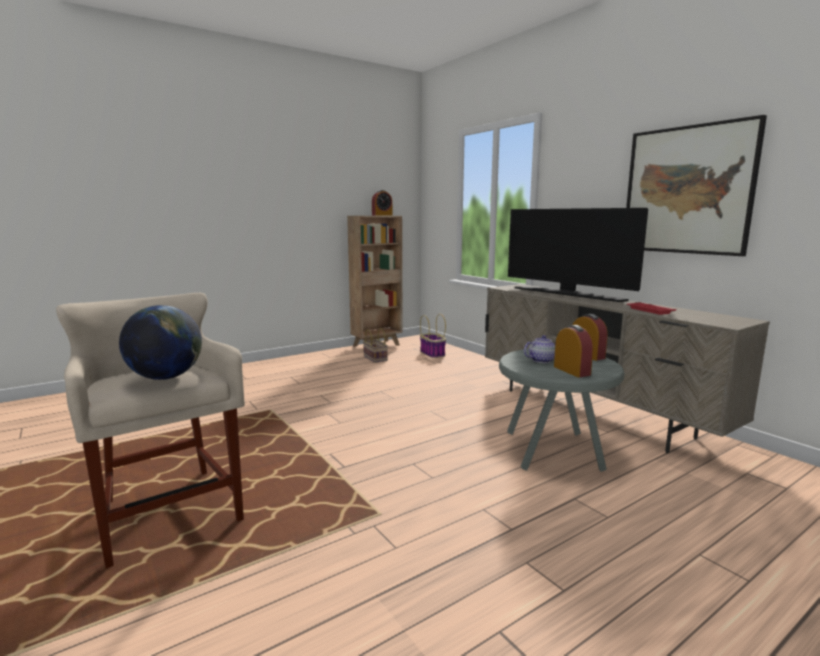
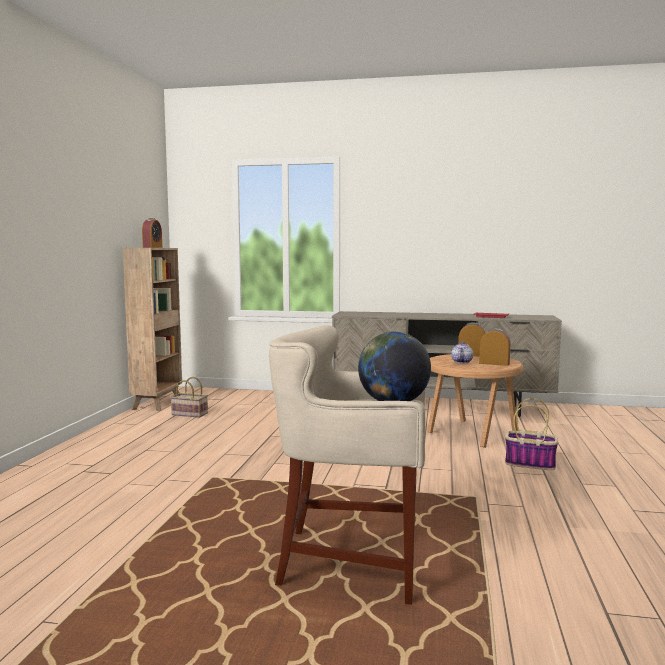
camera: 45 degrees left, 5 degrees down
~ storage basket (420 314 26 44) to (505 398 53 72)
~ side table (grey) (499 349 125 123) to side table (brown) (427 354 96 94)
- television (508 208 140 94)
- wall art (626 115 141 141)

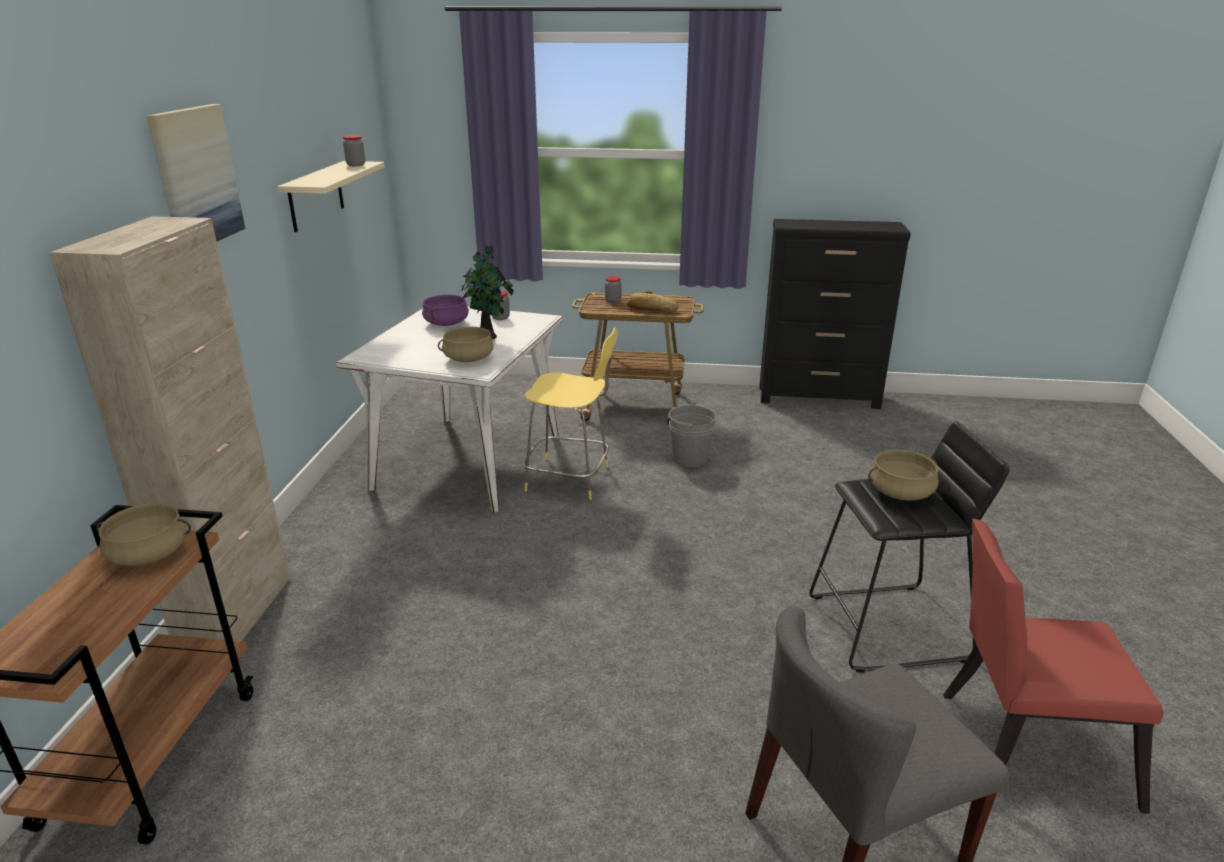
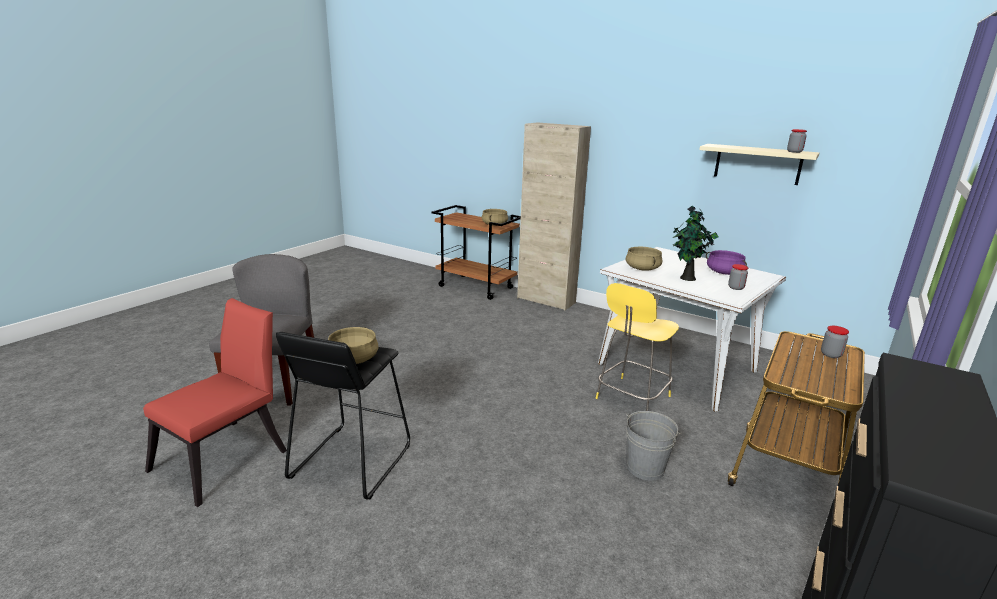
camera: 115 degrees right, 5 degrees down
- wall art (146 104 99 137)
- baked bread (627 291 51 22)

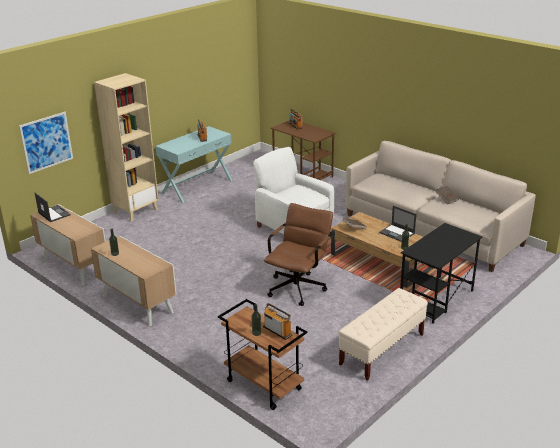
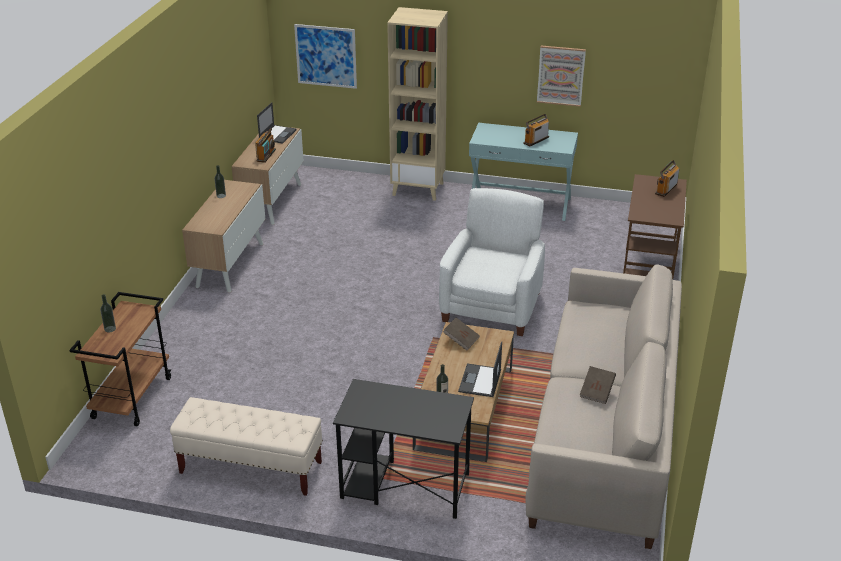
camera: 60 degrees right, 5 degrees up
~ radio receiver (263 303 30 37) to (255 128 21 35)
- computer chair (brown) (264 203 69 103)
+ wall art (537 46 49 61)

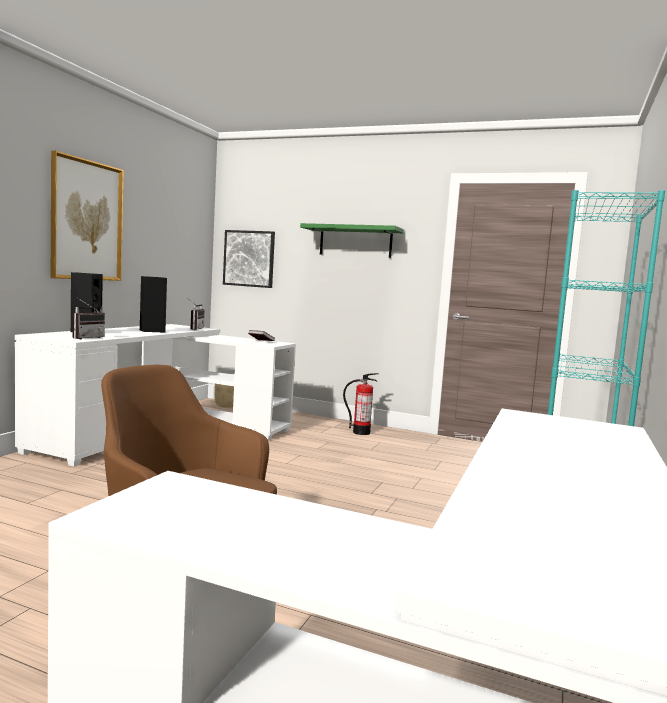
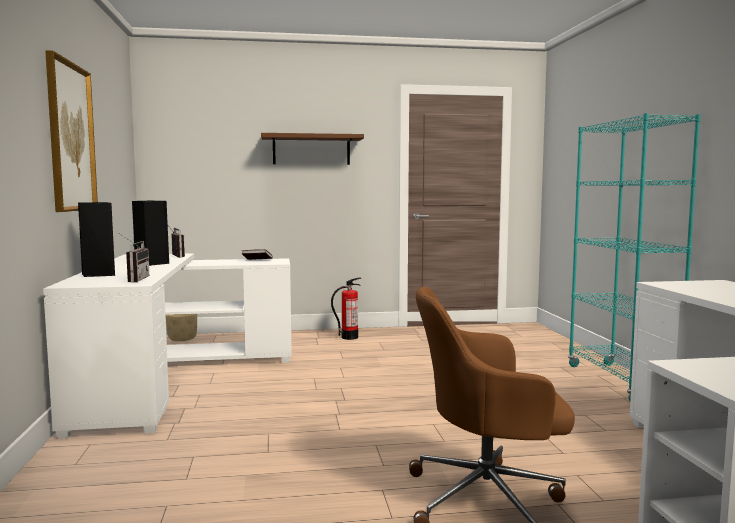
camera: 30 degrees left, 0 degrees up
- wall art (223 230 52 58)
~ wall shelf (greenish) (300 223 104 35) to wall shelf (brown) (261 133 103 32)

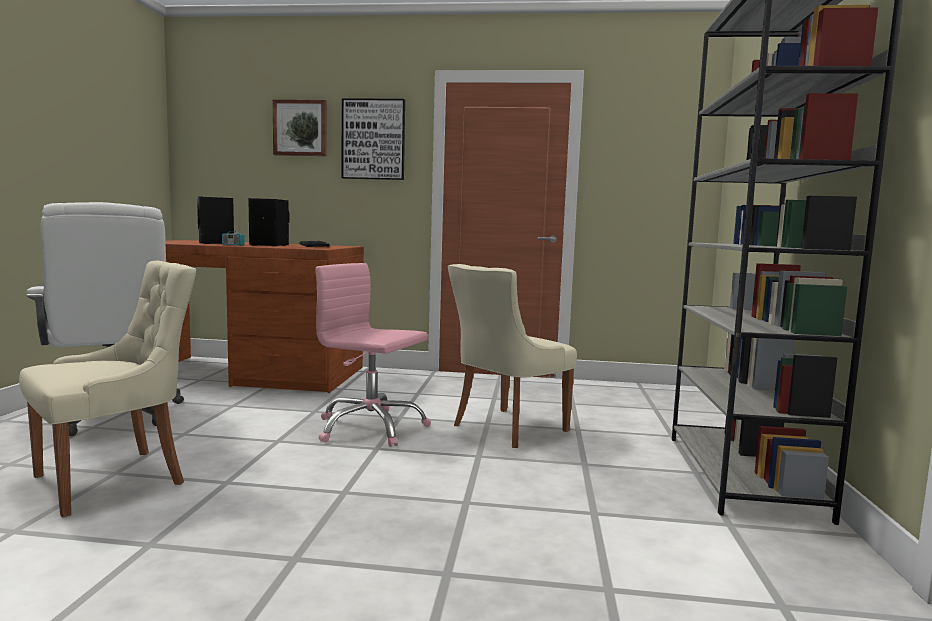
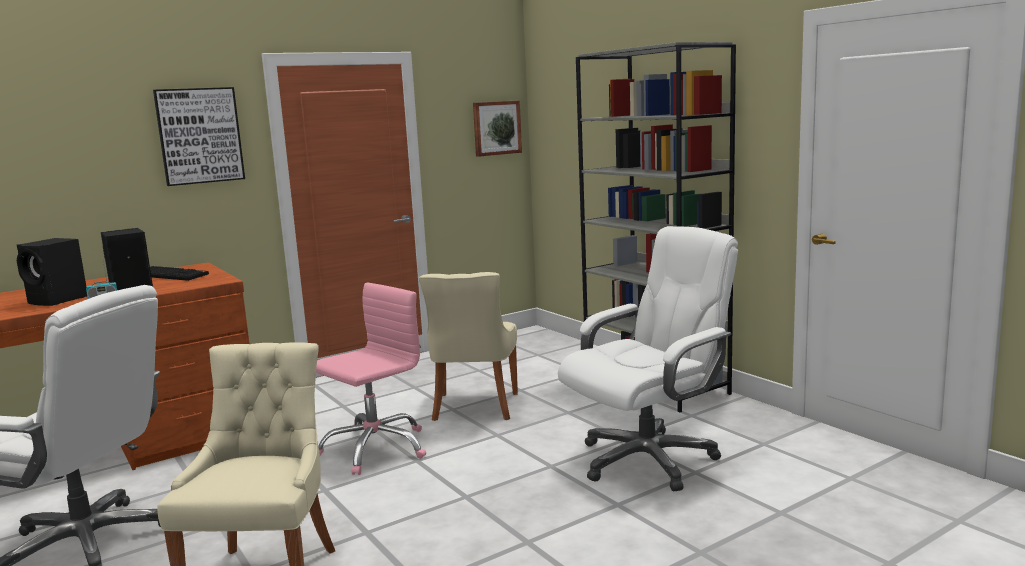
camera: 40 degrees left, 5 degrees up
~ wall art (273 99 54 57) to (473 100 49 57)
~ computer chair (pink) (315 263 116 184) = (316 283 110 192) 150 degrees clockwise
+ computer chair (white) (558 226 180 265)

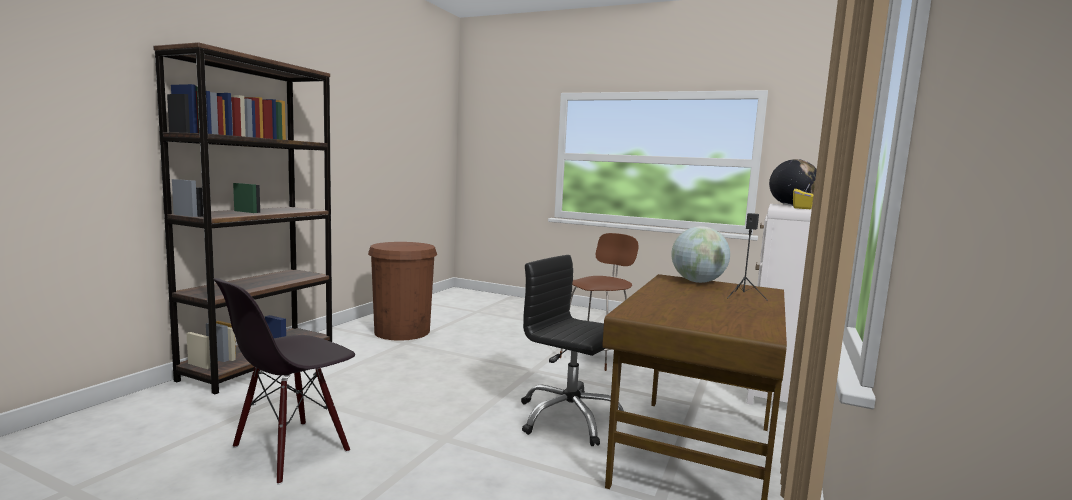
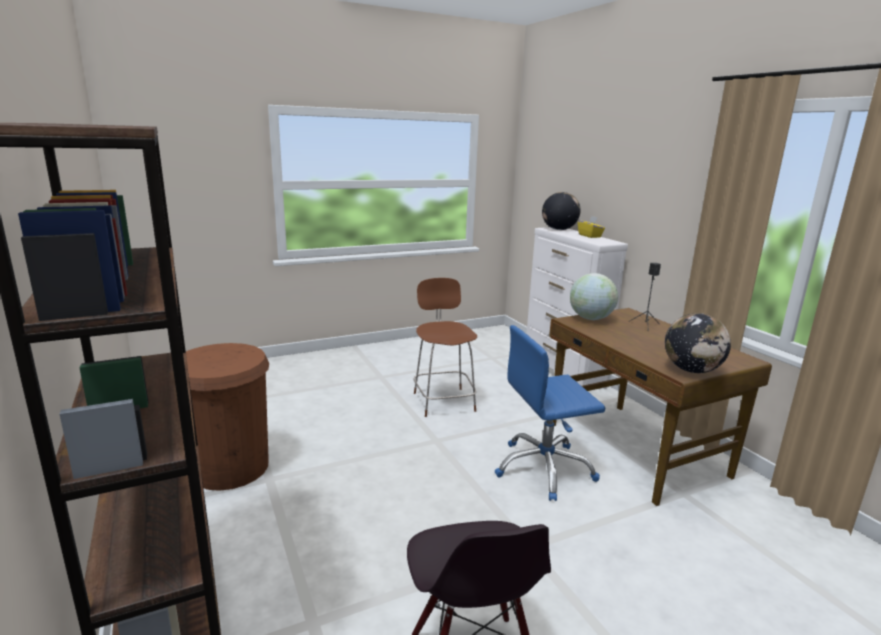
camera: 50 degrees left, 10 degrees up
~ computer chair (blackish) (521 255 103 191) to computer chair (bluish) (495 325 110 176)
+ globe (665 313 66 60)

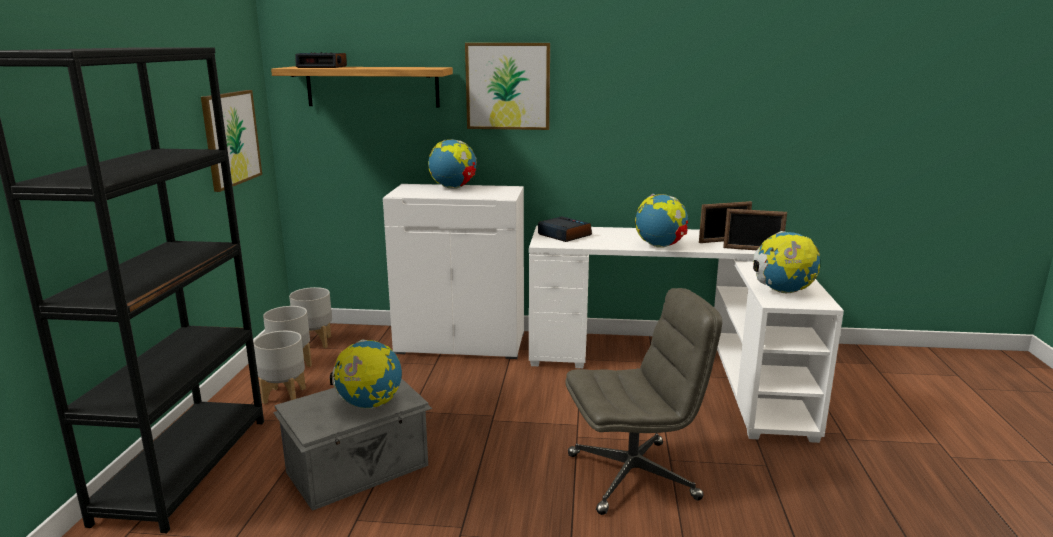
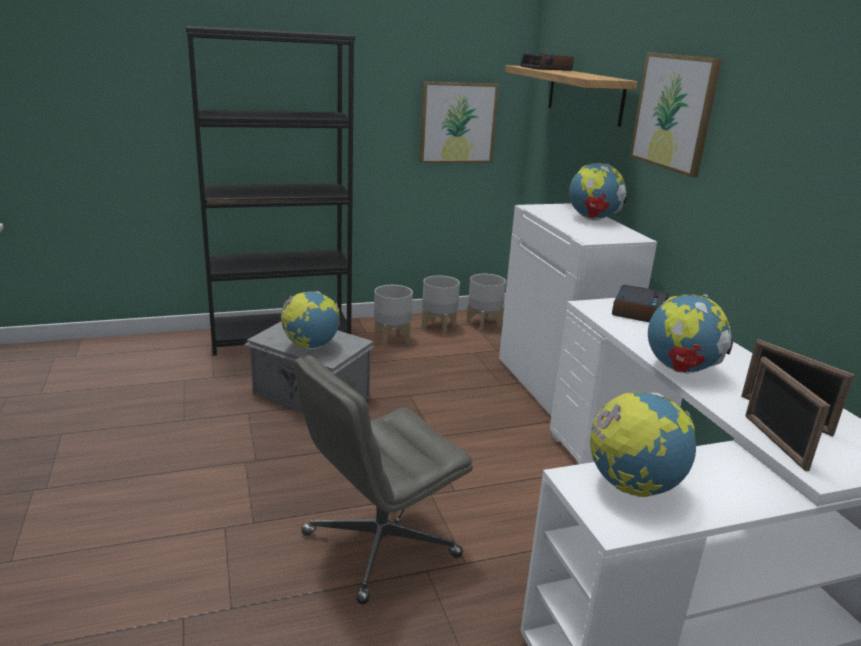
camera: 65 degrees right, 5 degrees up
~ computer chair (grey) (565 288 157 227) = (293 355 180 249) 90 degrees clockwise

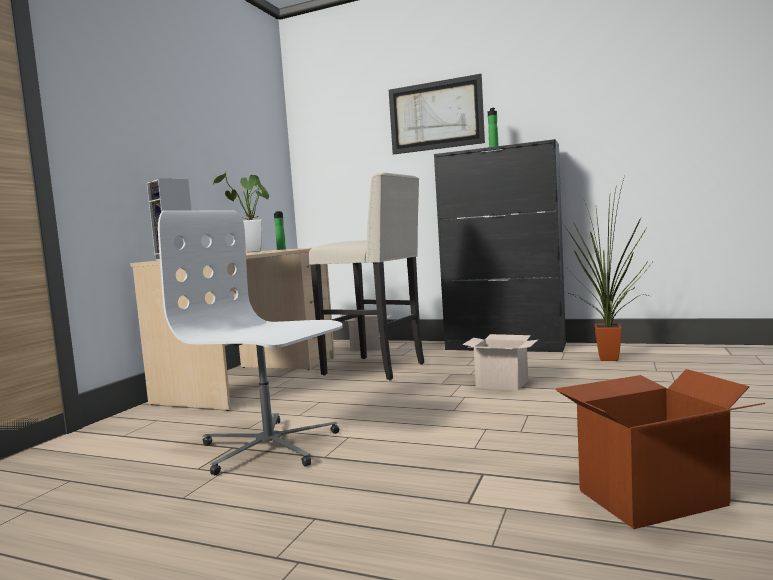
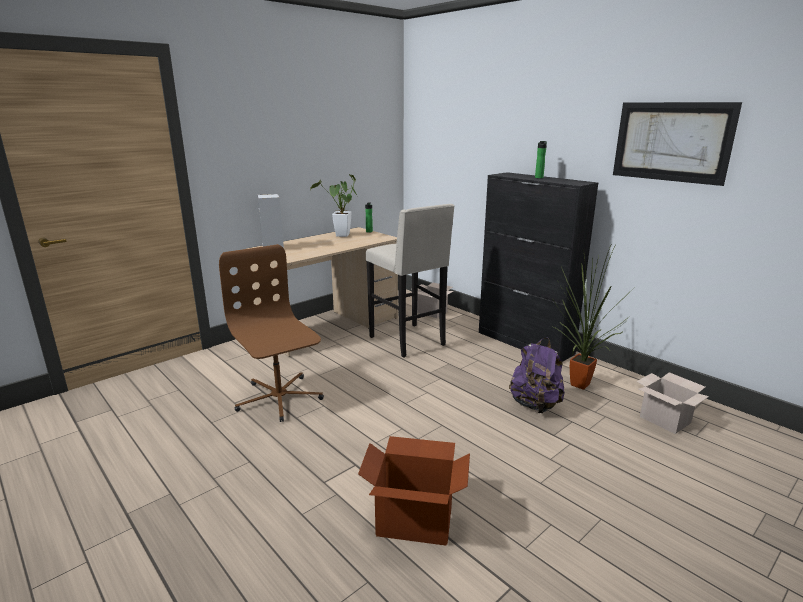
camera: 25 degrees right, 15 degrees up
~ computer chair (white) (158 210 185 265) to computer chair (brown) (219 244 105 178)
~ wall art (389 74 96 81) to (613 102 129 84)
~ cardboard box (462 334 76 57) to (636 372 73 62)
+ knapsack (purple-coloured) (509 337 56 76)

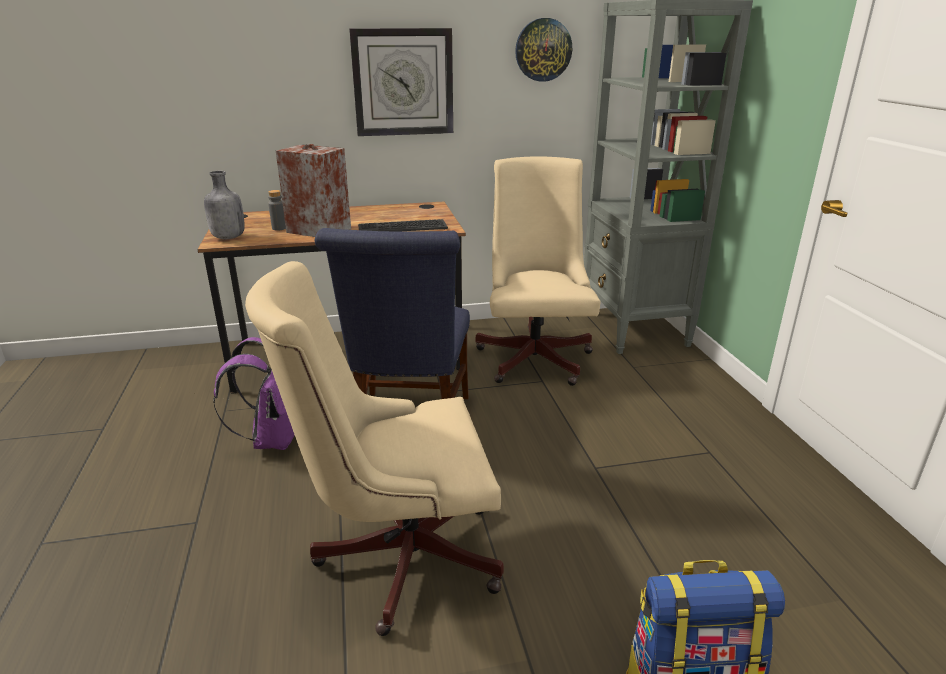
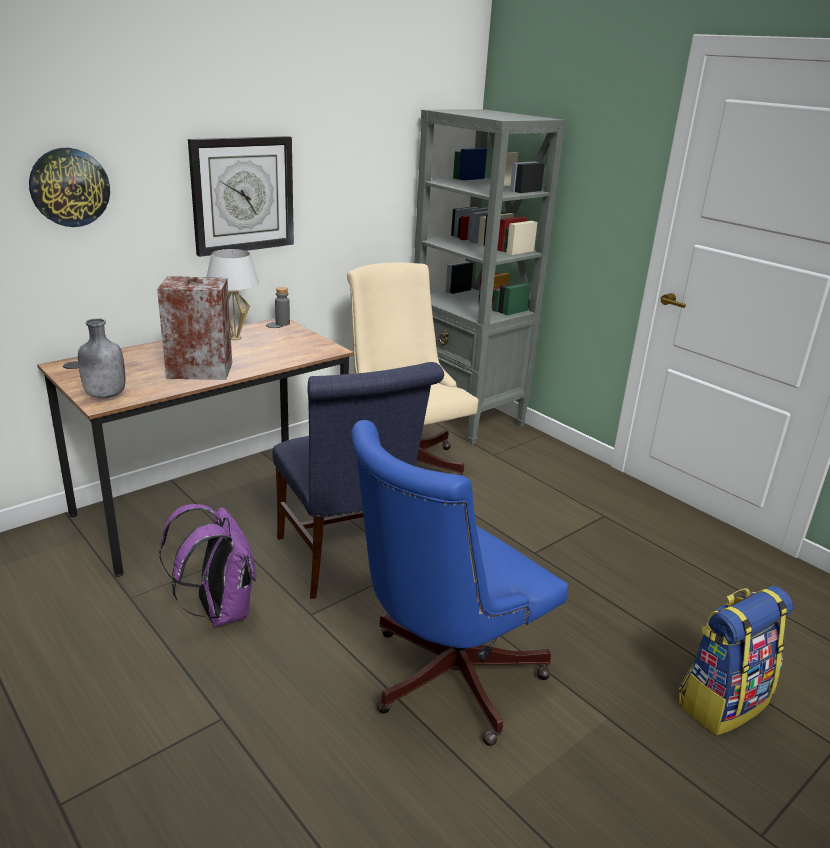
camera: 30 degrees left, 0 degrees up
~ computer chair (beige) (245 261 259 375) to computer chair (bluish) (351 420 217 326)
~ beverage bottle (grey) (268 190 18 41) to (275 287 15 39)
- computer keyboard (358 219 90 13)
~ wall clock (515 18 57 64) to (29 148 81 79)
+ tabletop lamp (white) (207 249 52 91)

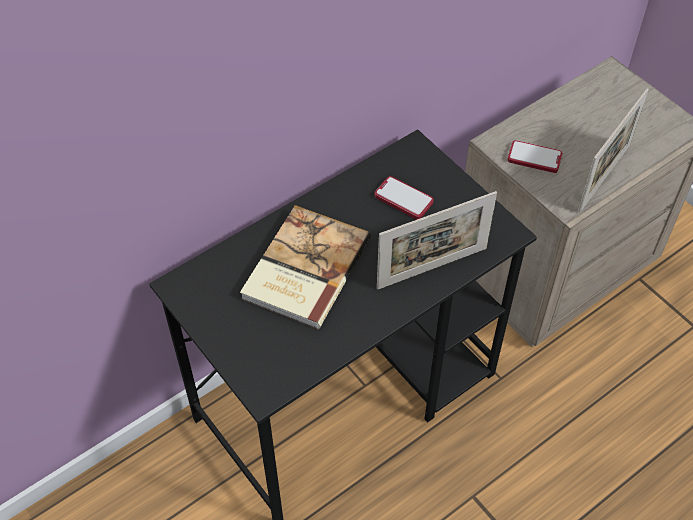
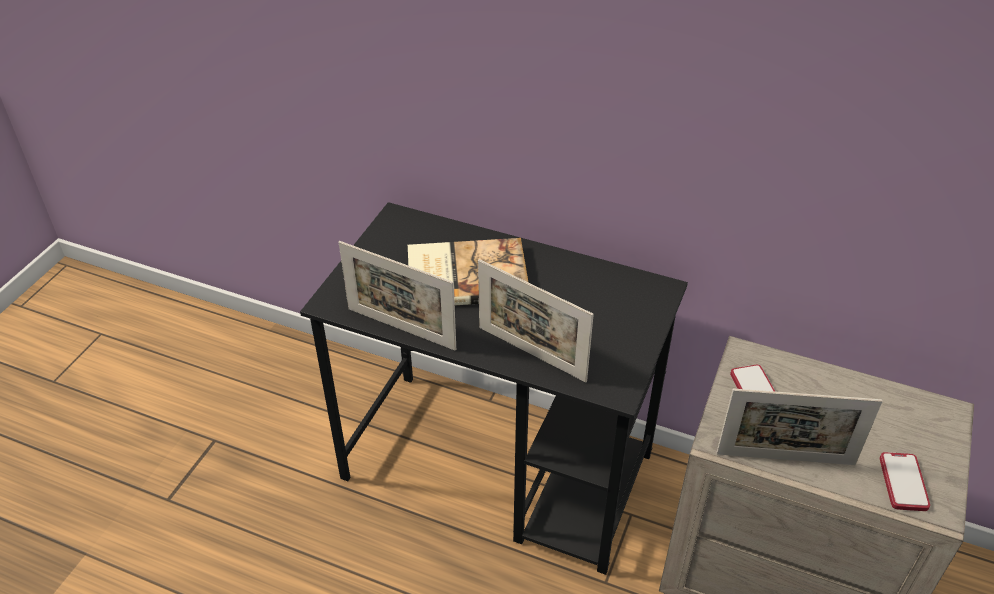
camera: 60 degrees right, 10 degrees down
~ phone (374 176 60 43) to (880 452 50 59)
+ standing frame (339 241 117 109)

